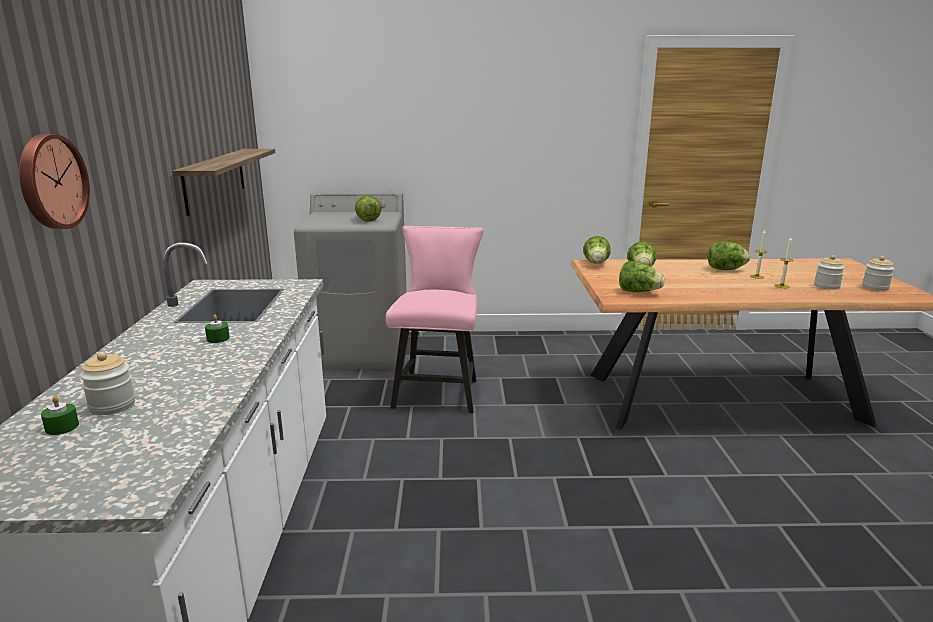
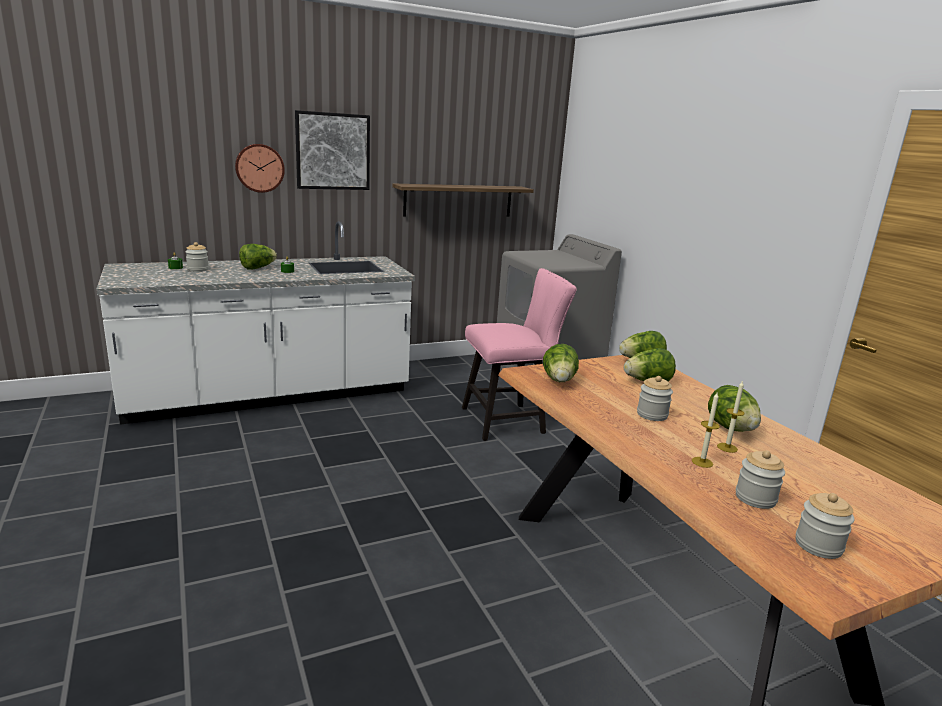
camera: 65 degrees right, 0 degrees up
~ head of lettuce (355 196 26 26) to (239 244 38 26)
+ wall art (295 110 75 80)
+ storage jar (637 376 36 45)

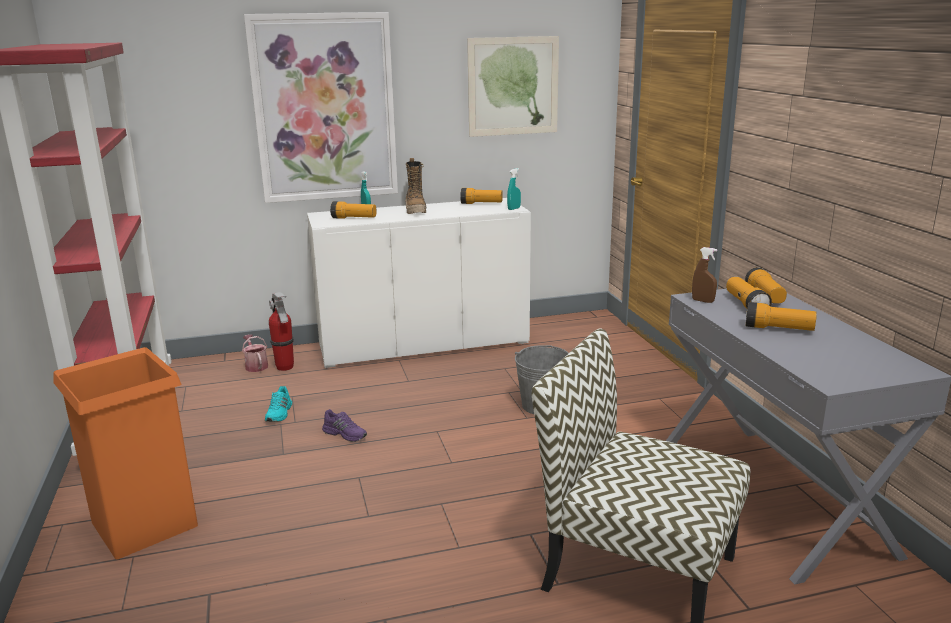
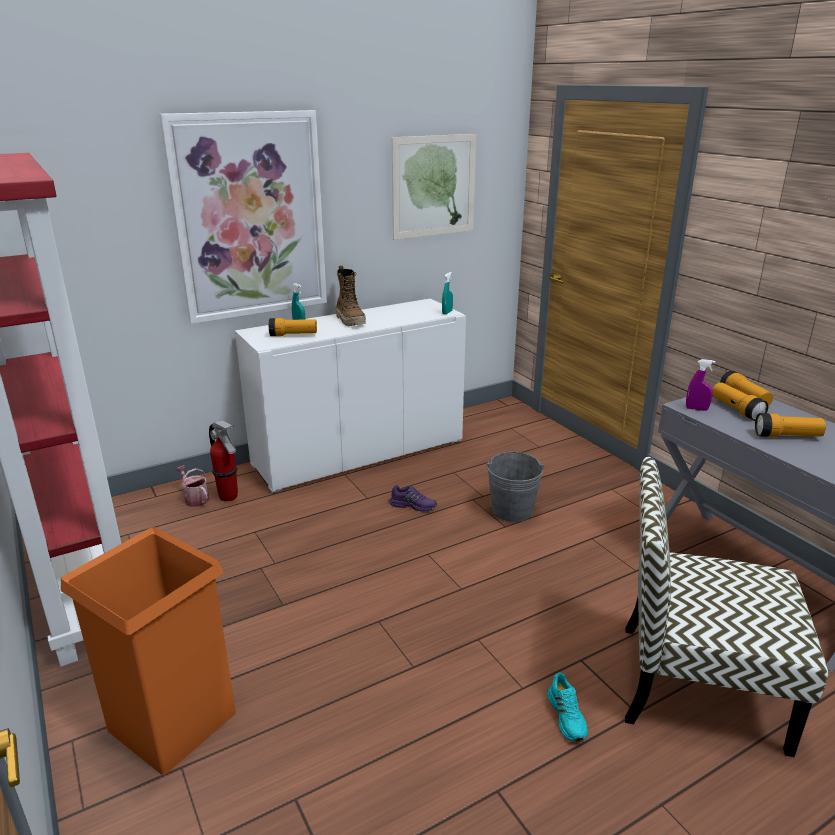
camera: 15 degrees left, 5 degrees up
~ item of footwear (turquoise-coloured) (265 386 27 36) to (547 673 41 68)
~ item of footwear (purple-coloured) (322 409 45 33) to (389 485 48 27)
- hand torch (460 188 43 16)
~ sprayer (brown) (692 247 25 56) to sprayer (purple-coloured) (686 359 30 52)

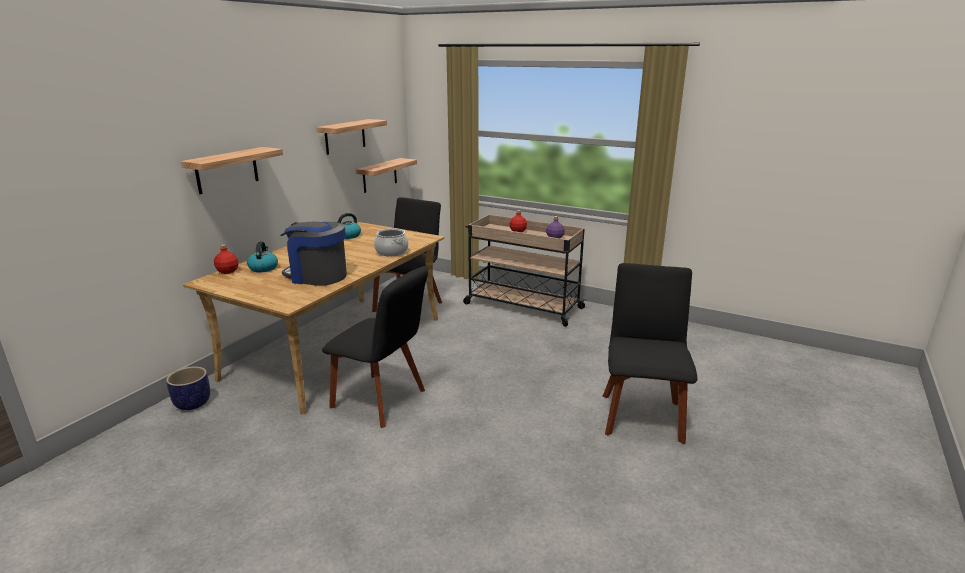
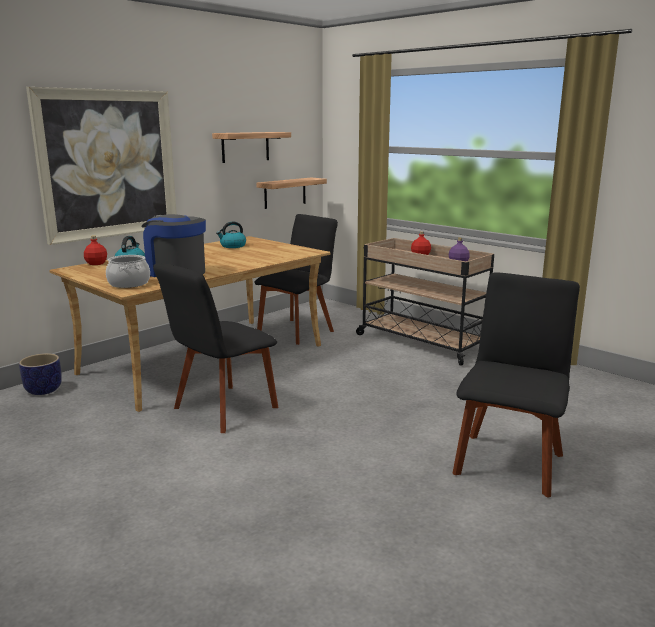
camera: 15 degrees right, 5 degrees down
~ wall shelf (181 147 102 47) to wall art (26 87 151 158)
~ plain chair (blackish) (322 266 106 162) = (153 263 125 170) 90 degrees clockwise
~ stockpot (374 228 34 28) to (106 255 44 33)

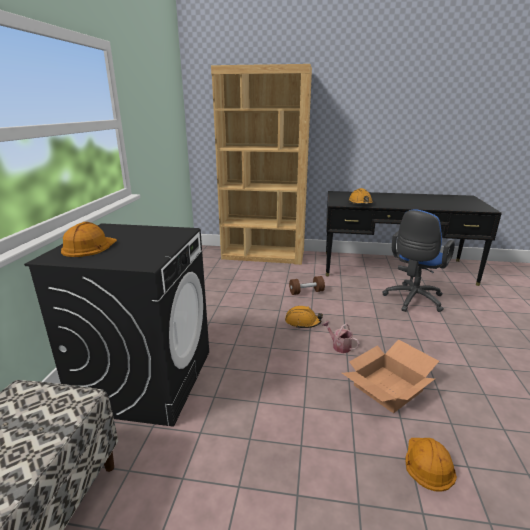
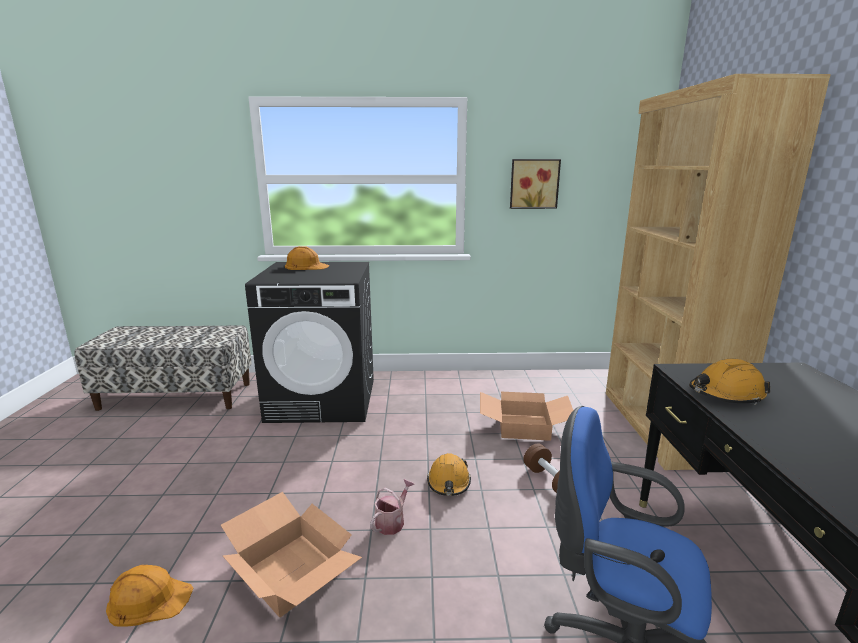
camera: 80 degrees right, 5 degrees down
+ cardboard box (480 392 93 49)
+ wall art (510 159 51 50)

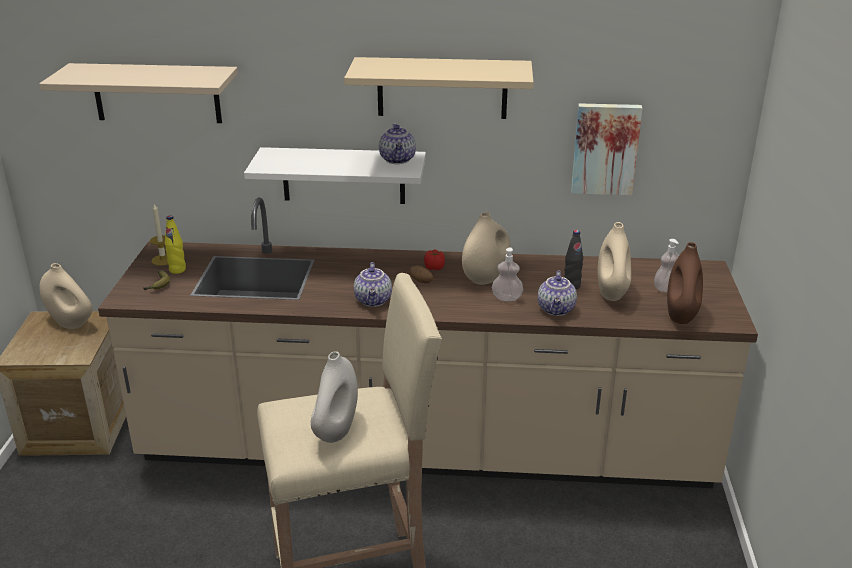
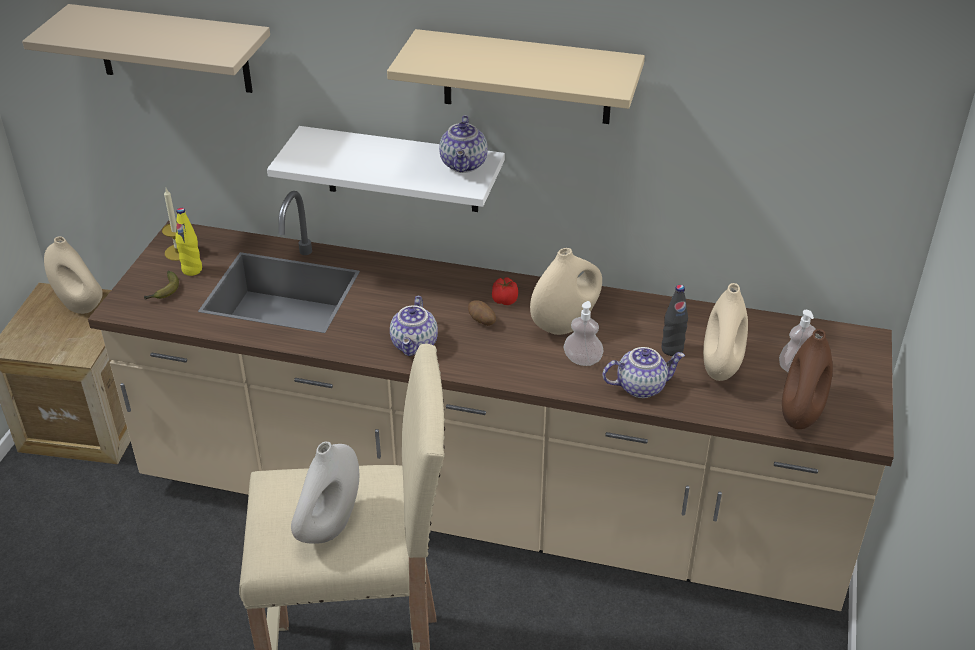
camera: 10 degrees right, 10 degrees up
~ teapot (538 270 39 46) = (602 347 83 51) 120 degrees counterclockwise
- wall art (571 103 72 92)

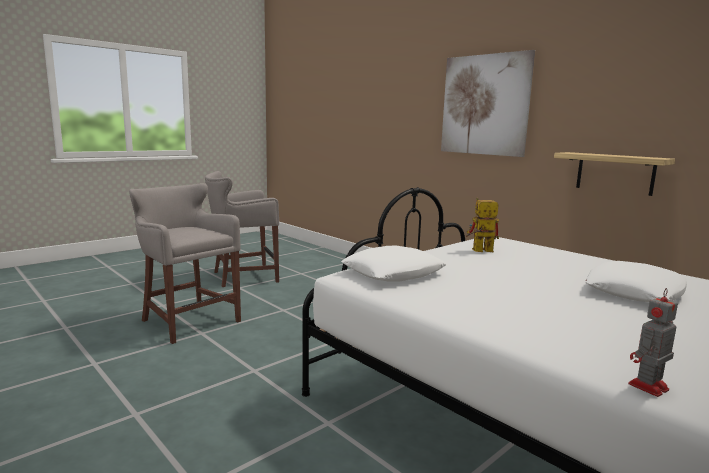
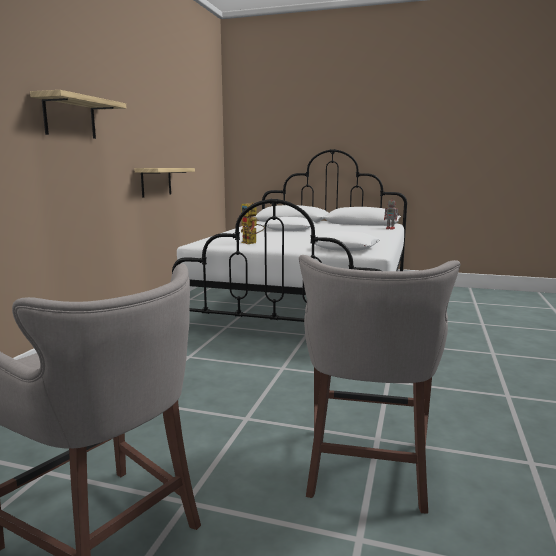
camera: 120 degrees left, 0 degrees up
~ wall art (441 50 94 107) to wall shelf (30 90 96 49)

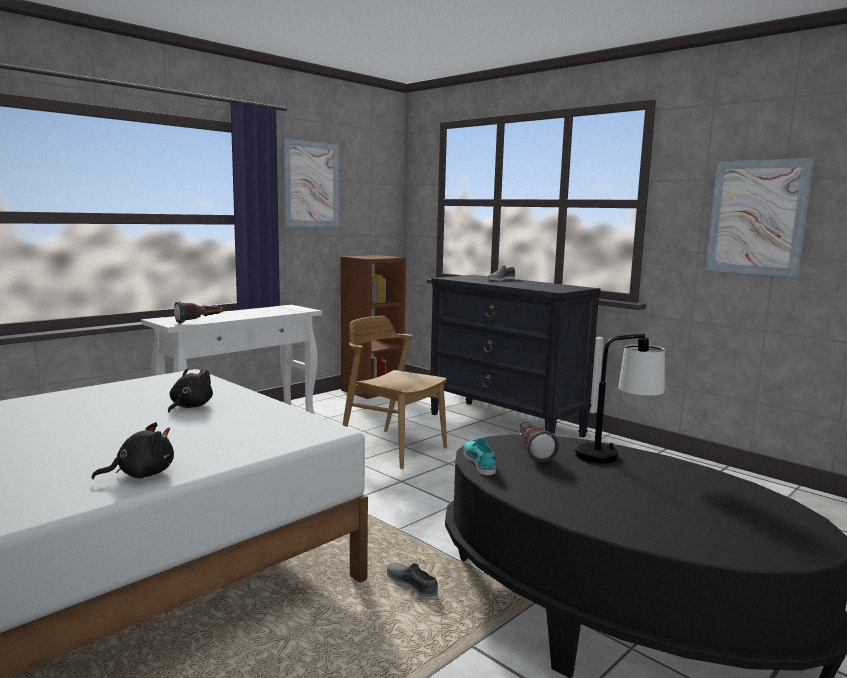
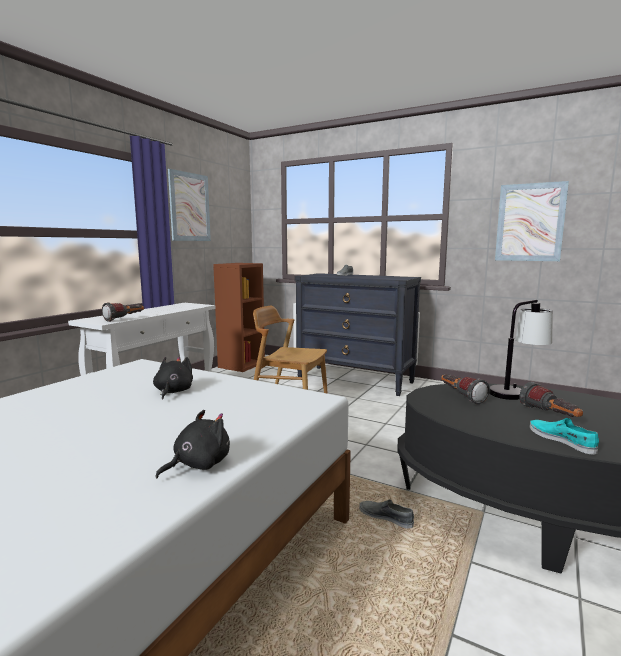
camera: 15 degrees left, 0 degrees up
~ item of footwear (turquoise-coloured) (464 438 32 37) to (530 418 69 37)
+ hand torch (520 382 63 35)

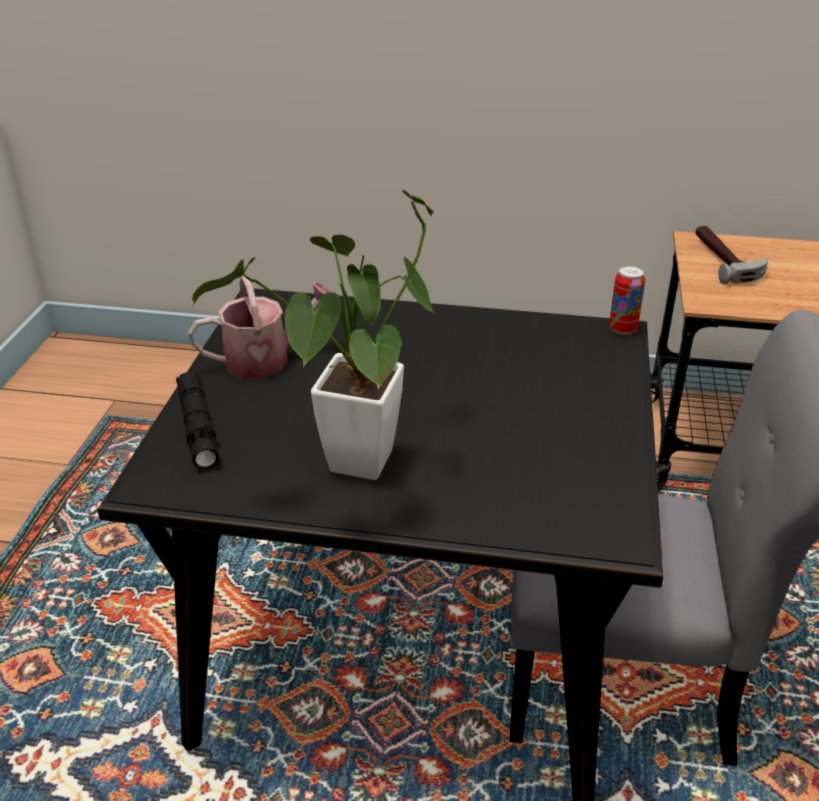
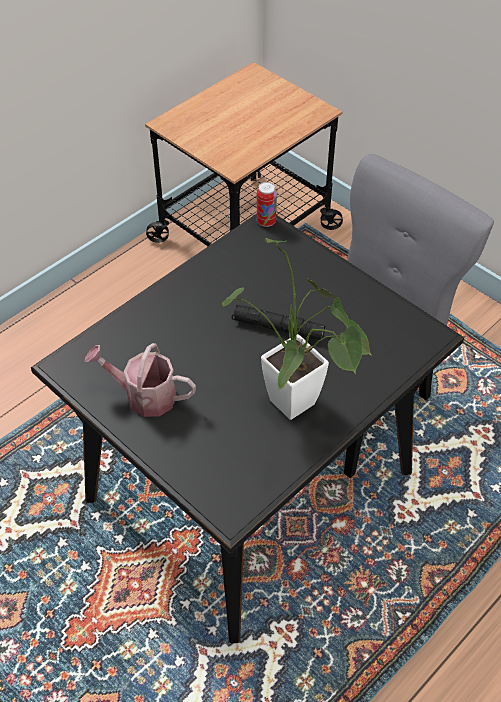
camera: 55 degrees left, 15 degrees up
~ hand torch (blackish) (176 372 44 98) to (232 304 93 37)
~ watering can (188 275 142 104) = (84 343 112 74) 90 degrees counterclockwise
- tool hammer (695 226 74 58)

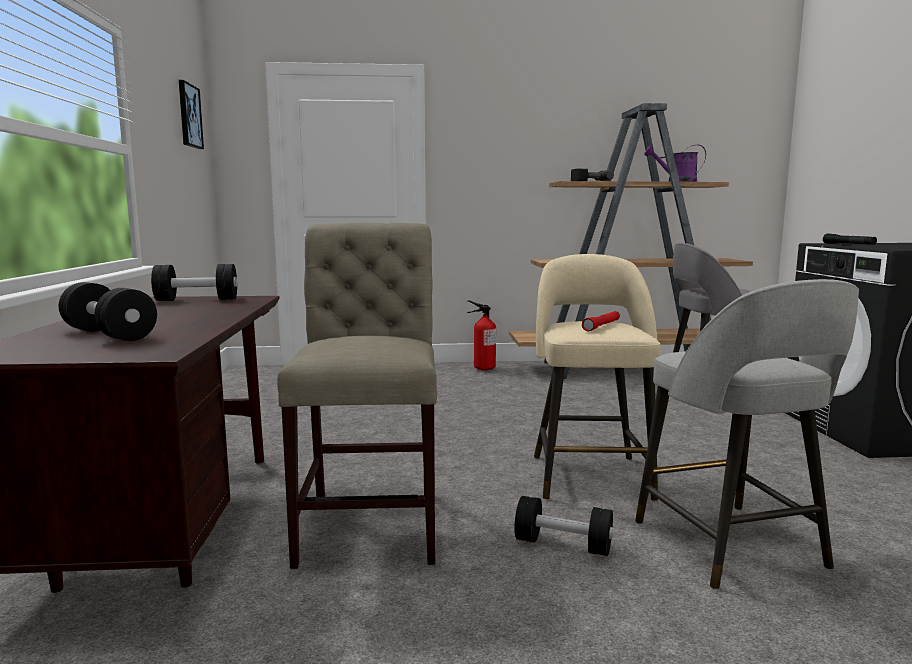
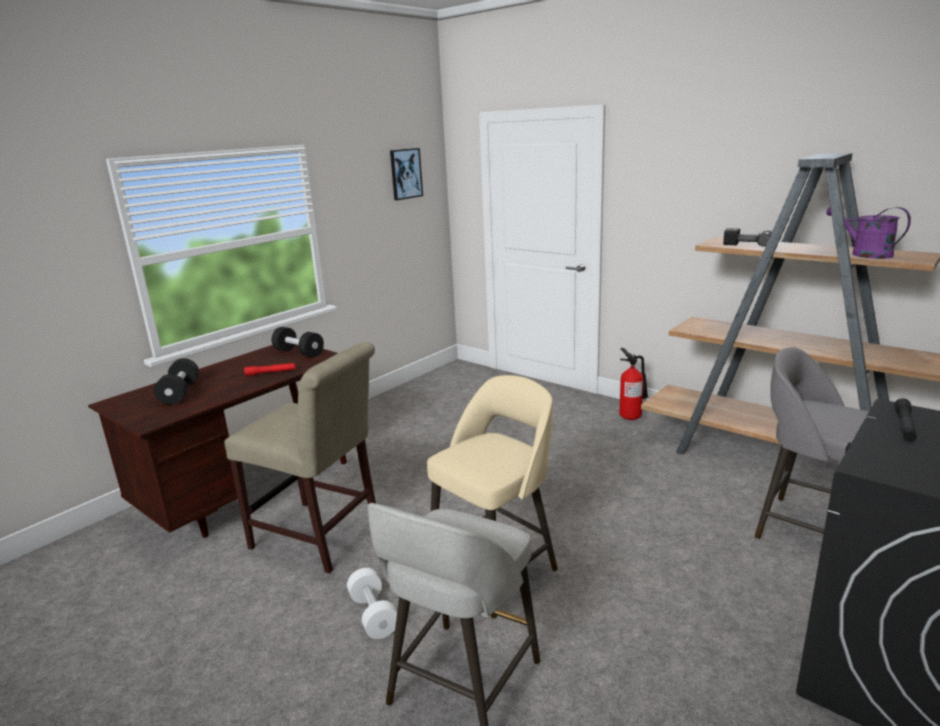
camera: 45 degrees right, 10 degrees up
~ plain chair (beige) (277 223 160 346) = (224 342 152 232) 75 degrees clockwise
~ dumbbell (blackish) (514 496 99 60) to dumbbell (white) (347 568 50 71)
~ hand torch (reddish) (582 311 38 20) to (244 363 52 13)

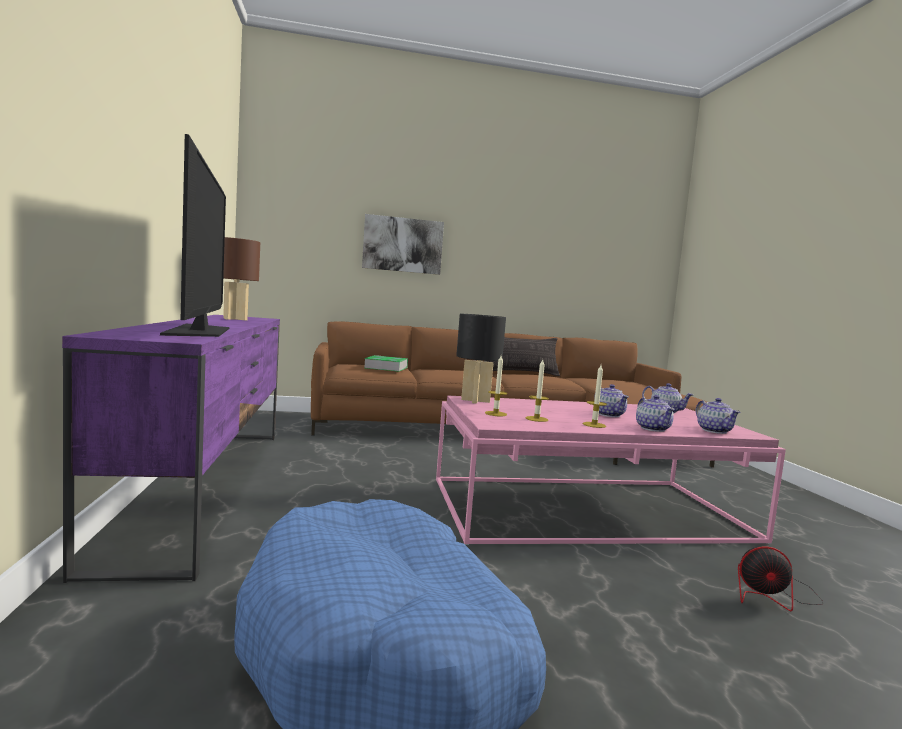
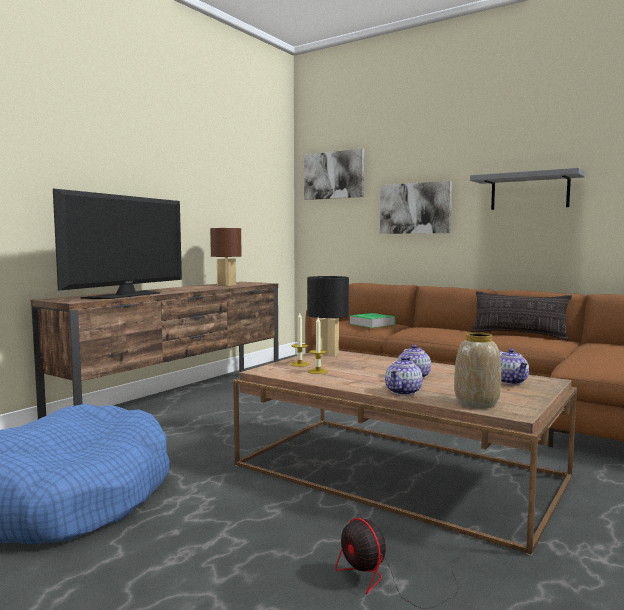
camera: 45 degrees right, 0 degrees up
~ media console (purple-coloured) (62 315 218 268) to media console (brown) (31 282 248 137)
~ low table (pink) (436 396 350 149) to low table (brown) (233 351 344 204)
- wax candle (583 365 24 63)
~ teapot (696 398 44 36) to decorative vase (454 332 47 76)
+ wall art (304 149 60 51)
+ wall shelf (grey) (470 168 115 42)

